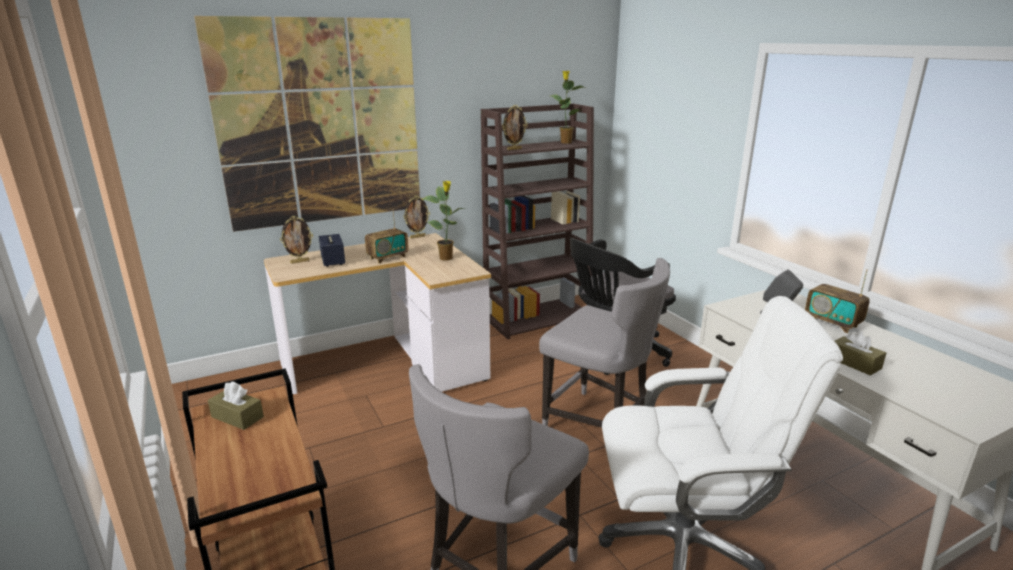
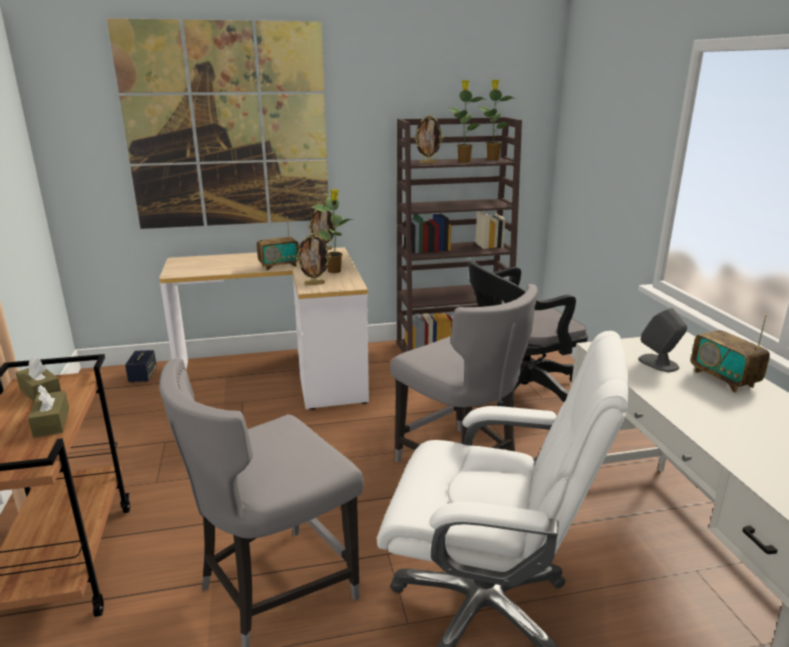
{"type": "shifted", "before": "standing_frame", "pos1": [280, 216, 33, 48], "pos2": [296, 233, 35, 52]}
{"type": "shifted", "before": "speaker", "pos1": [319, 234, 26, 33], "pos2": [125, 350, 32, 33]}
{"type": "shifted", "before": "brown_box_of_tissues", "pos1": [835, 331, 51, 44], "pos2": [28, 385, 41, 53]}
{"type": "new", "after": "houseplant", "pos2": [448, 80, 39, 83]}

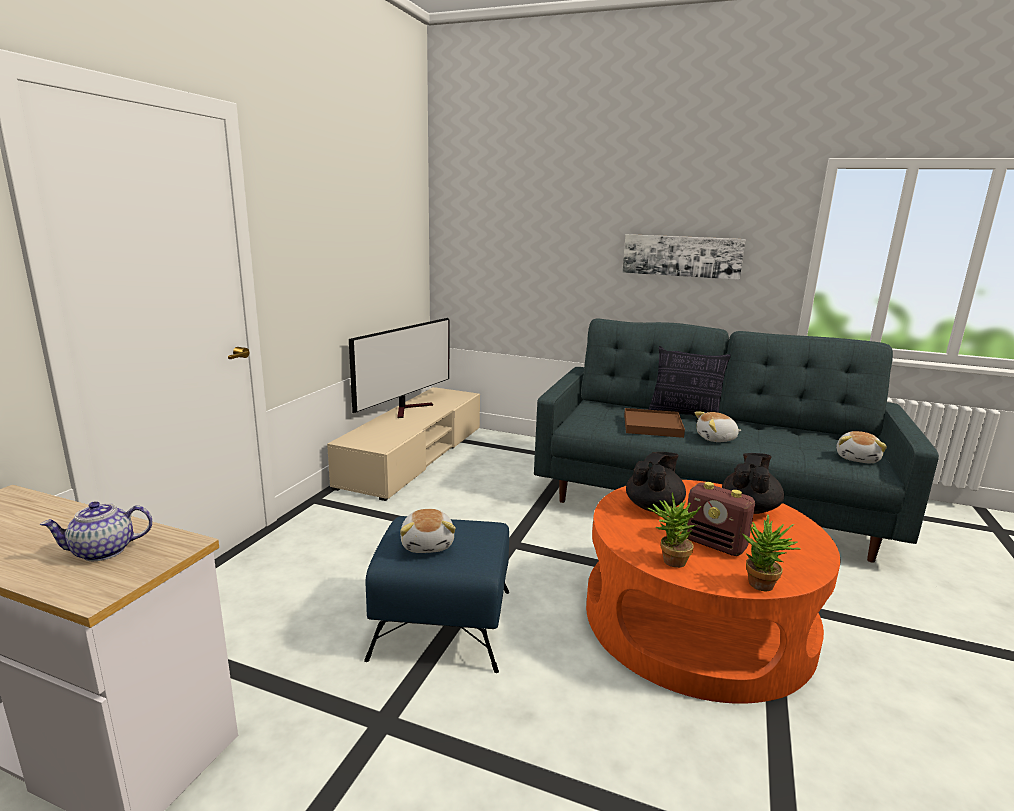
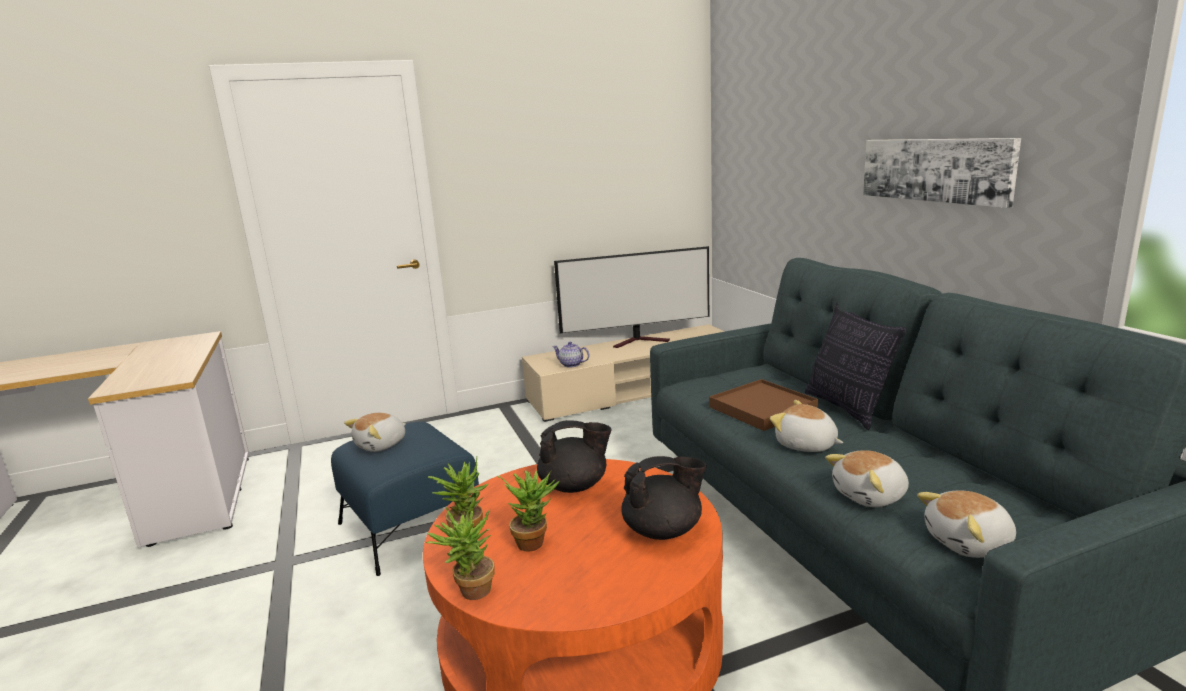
{"type": "shifted", "before": "pot_for_tea", "pos1": [40, 501, 112, 60], "pos2": [552, 342, 37, 26]}
{"type": "swapped", "before": "radio_receiver", "after": "houseplant", "pos1": [687, 482, 68, 74], "pos2": [497, 470, 63, 81]}
{"type": "new", "after": "plush_toy", "pos2": [825, 450, 84, 57]}

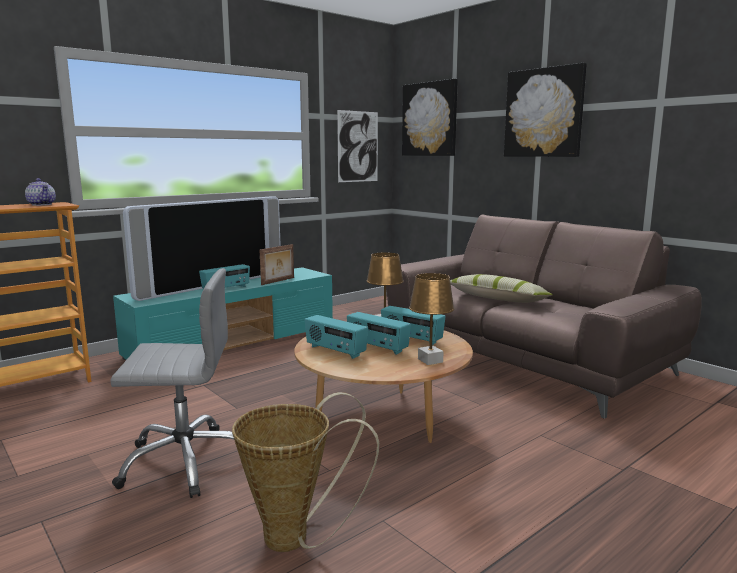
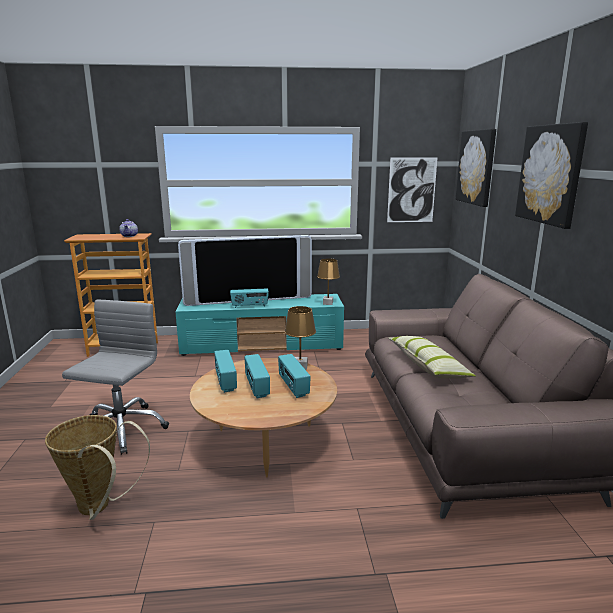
{"type": "rotated", "before": "greyish_office_chair", "pos1": [110, 268, 124, 230], "pos2": [62, 300, 107, 155], "turn": -105}
{"type": "gone", "before": "standing_frame", "pos1": [260, 244, 34, 41]}
{"type": "shifted", "before": "brown_tabletop_lamp", "pos1": [409, 273, 46, 92], "pos2": [317, 258, 23, 47]}

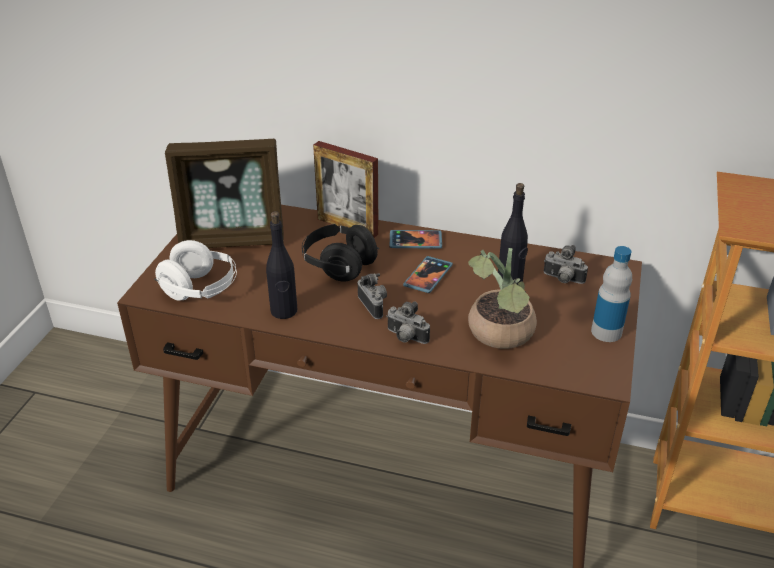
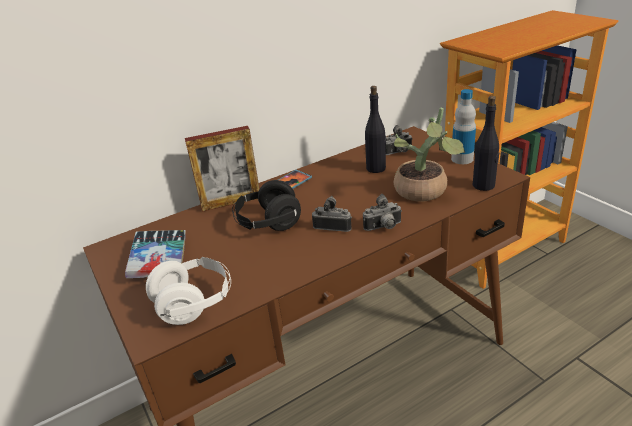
{"type": "swapped", "before": "standing_frame", "after": "book", "pos1": [165, 139, 119, 109], "pos2": [125, 230, 61, 48]}
{"type": "shifted", "before": "blackish_bottle", "pos1": [266, 211, 31, 108], "pos2": [473, 96, 26, 95]}
{"type": "gone", "before": "telephone", "pos1": [403, 256, 50, 37]}

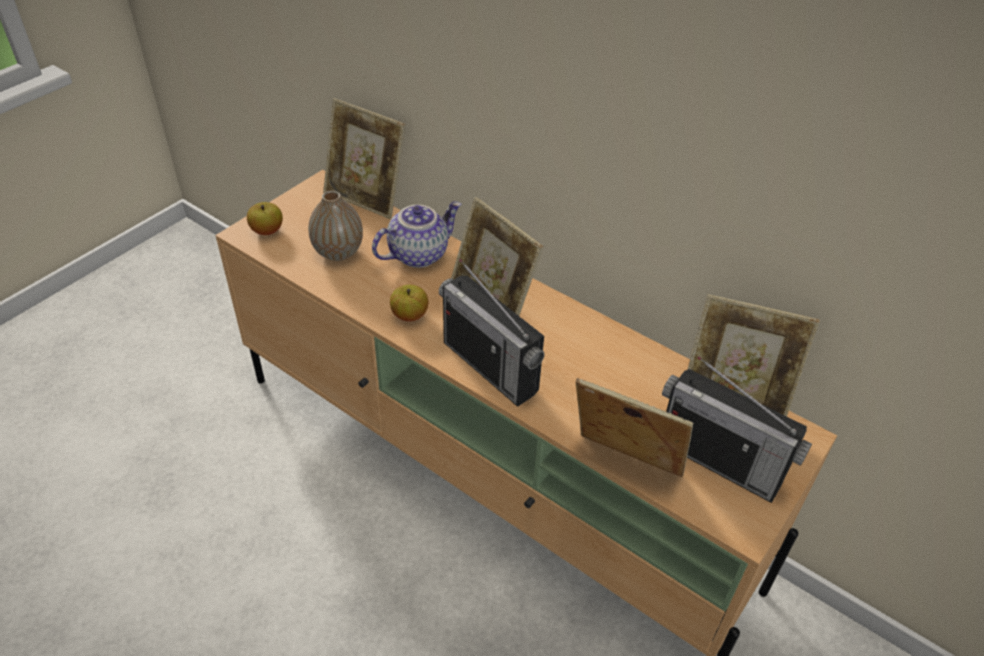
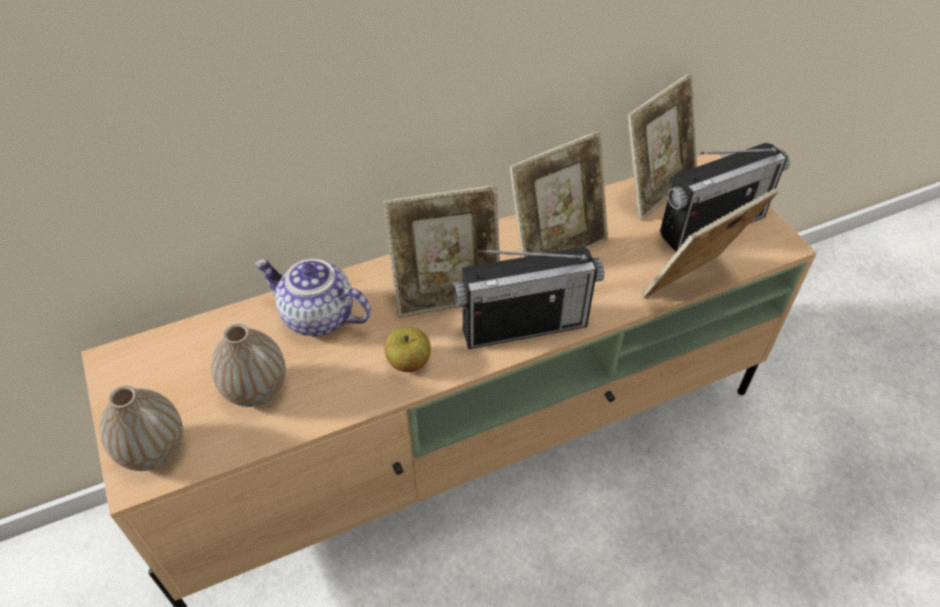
{"type": "swapped", "before": "whole_apple", "after": "vase", "pos1": [247, 202, 36, 33], "pos2": [99, 386, 84, 85]}
{"type": "shifted", "before": "standing_frame", "pos1": [323, 98, 82, 121], "pos2": [509, 131, 99, 126]}
{"type": "rotated", "before": "pot_for_tea", "pos1": [372, 201, 90, 67], "pos2": [255, 259, 116, 77], "turn": -60}

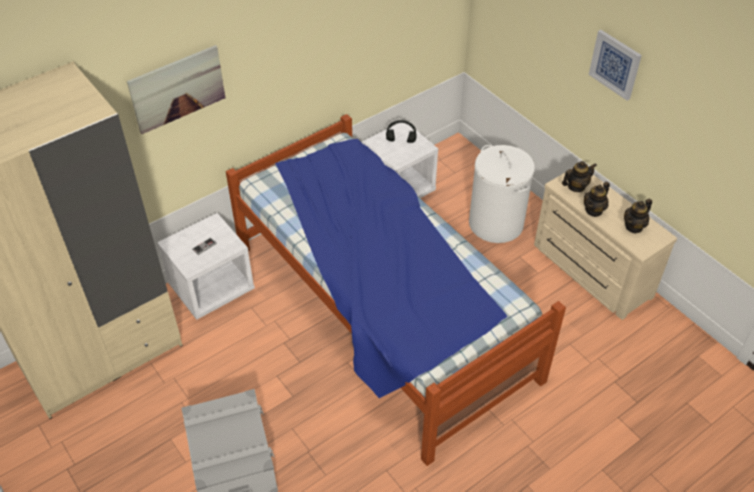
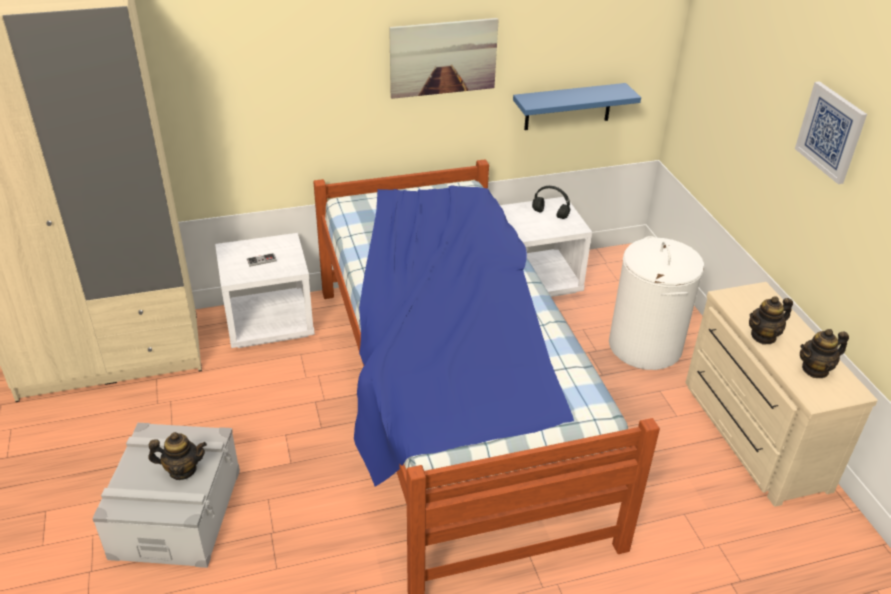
{"type": "shifted", "before": "picture", "pos1": [127, 45, 98, 89], "pos2": [389, 18, 110, 81]}
{"type": "shifted", "before": "pot_for_tea", "pos1": [562, 161, 34, 31], "pos2": [149, 432, 58, 48]}
{"type": "new", "after": "bluish_shelf", "pos2": [513, 83, 128, 47]}

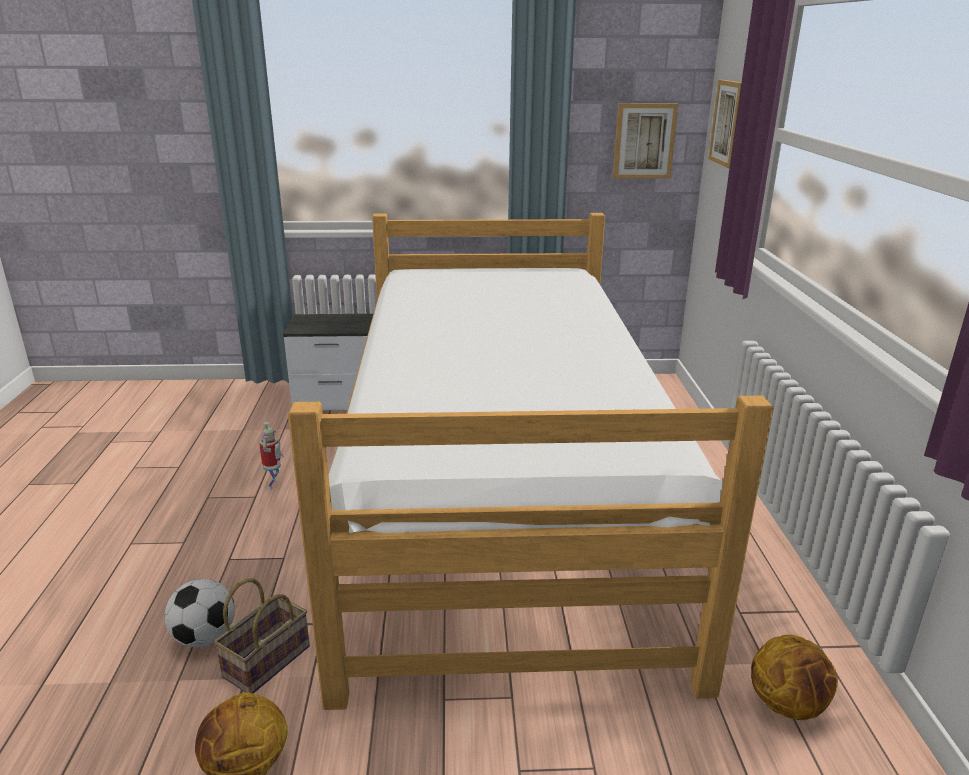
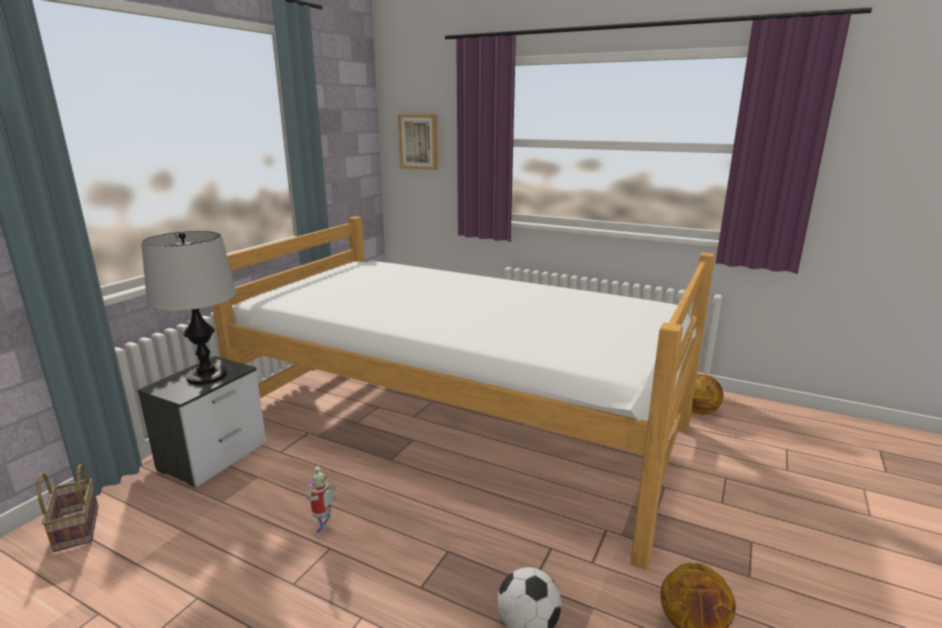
{"type": "shifted", "before": "basket", "pos1": [214, 578, 96, 116], "pos2": [37, 464, 61, 88]}
{"type": "rotated", "before": "model_robot", "pos1": [259, 422, 24, 67], "pos2": [307, 466, 30, 70], "turn": 75}
{"type": "gone", "before": "picture", "pos1": [613, 103, 66, 76]}
{"type": "new", "after": "tabletop_lamp", "pos2": [141, 231, 95, 154]}

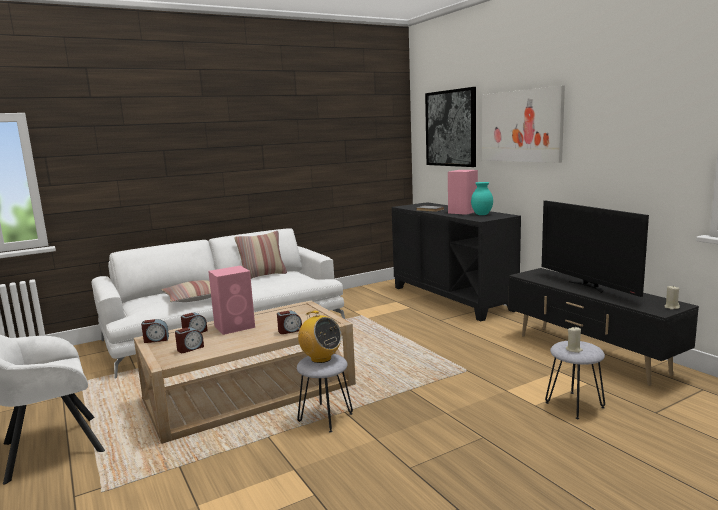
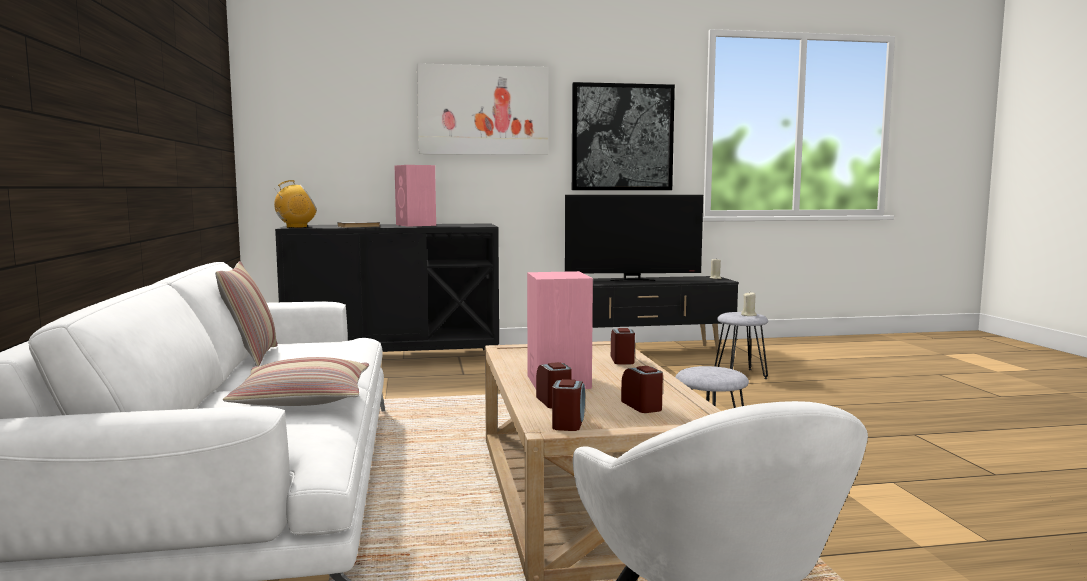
{"type": "shifted", "before": "radio_receiver", "pos1": [295, 311, 47, 52], "pos2": [274, 180, 43, 48]}
{"type": "shifted", "before": "picture", "pos1": [425, 87, 51, 80], "pos2": [572, 82, 103, 108]}
{"type": "gone", "before": "turquoise_vase", "pos1": [471, 182, 22, 33]}

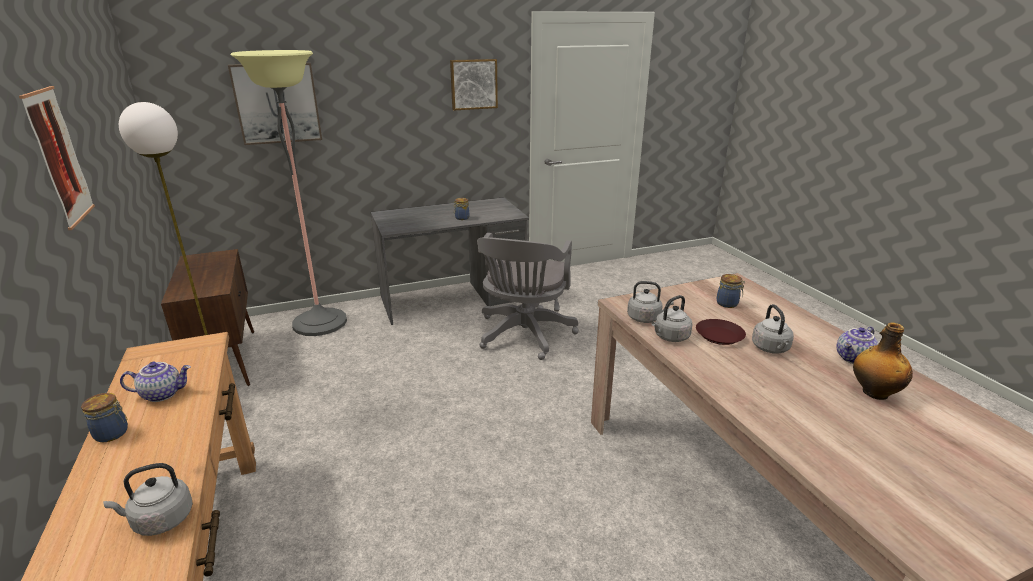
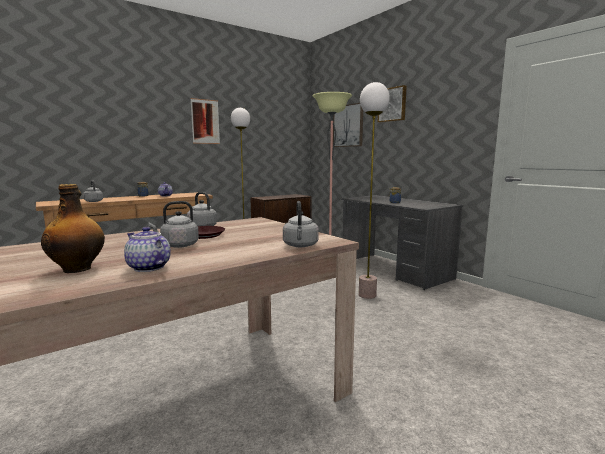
{"type": "shifted", "before": "picture", "pos1": [450, 59, 48, 51], "pos2": [378, 85, 29, 38]}
{"type": "swapped", "before": "greyish_office_chair", "after": "standard_lamp", "pos1": [477, 233, 102, 127], "pos2": [359, 82, 31, 217]}
{"type": "shifted", "before": "greyish_tea_kettle", "pos1": [627, 281, 47, 42], "pos2": [283, 201, 36, 46]}
{"type": "gone", "before": "jar", "pos1": [717, 274, 28, 34]}

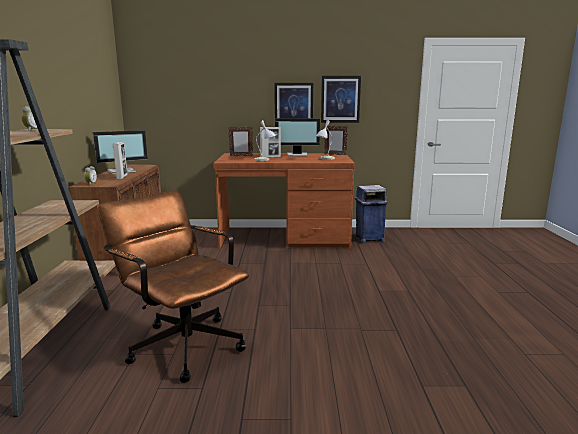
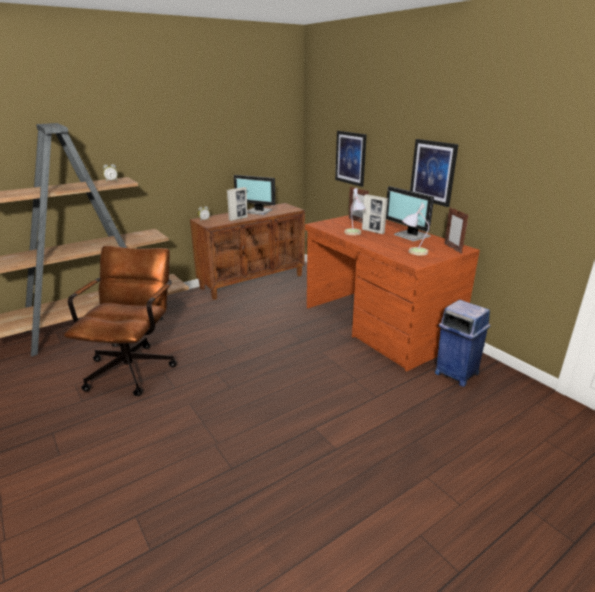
{"type": "shifted", "before": "picture", "pos1": [321, 76, 40, 47], "pos2": [335, 131, 32, 56]}

